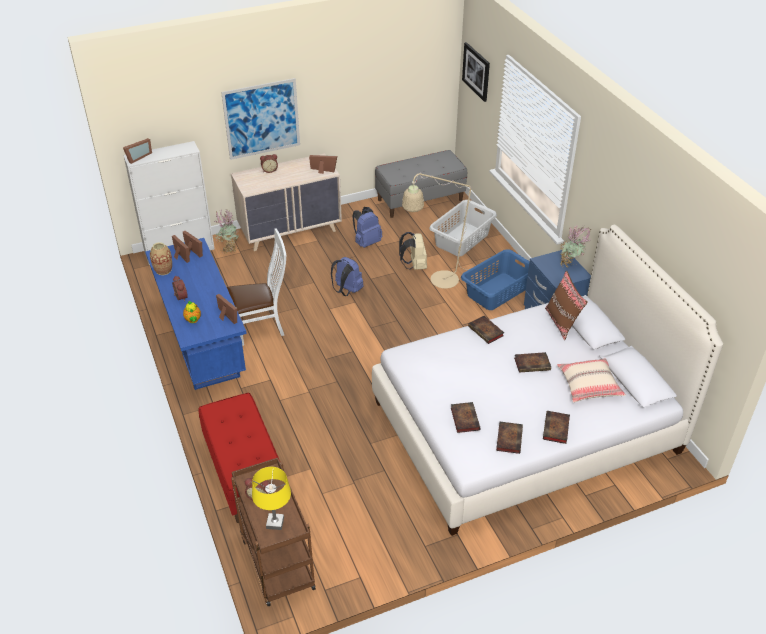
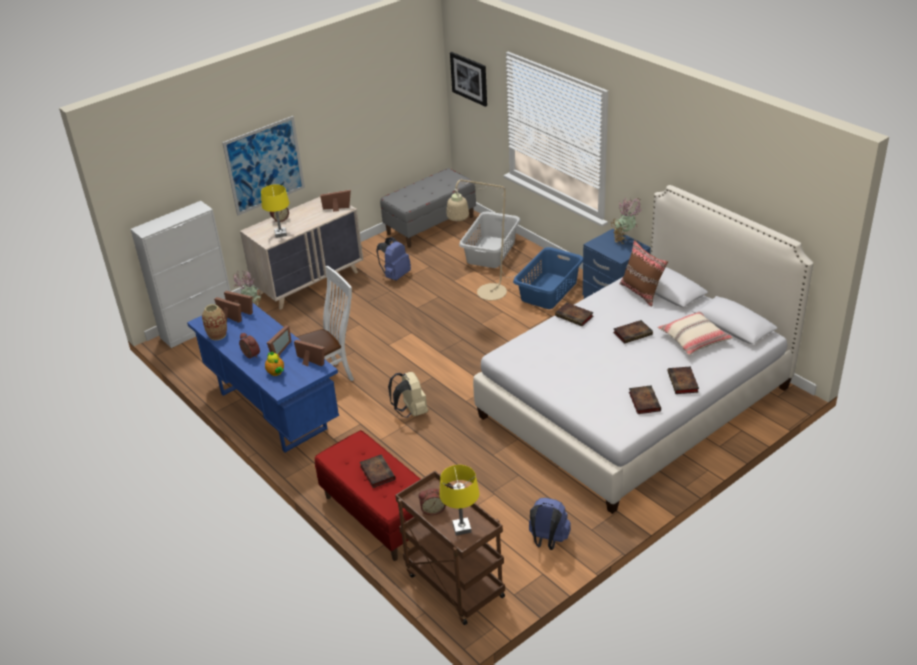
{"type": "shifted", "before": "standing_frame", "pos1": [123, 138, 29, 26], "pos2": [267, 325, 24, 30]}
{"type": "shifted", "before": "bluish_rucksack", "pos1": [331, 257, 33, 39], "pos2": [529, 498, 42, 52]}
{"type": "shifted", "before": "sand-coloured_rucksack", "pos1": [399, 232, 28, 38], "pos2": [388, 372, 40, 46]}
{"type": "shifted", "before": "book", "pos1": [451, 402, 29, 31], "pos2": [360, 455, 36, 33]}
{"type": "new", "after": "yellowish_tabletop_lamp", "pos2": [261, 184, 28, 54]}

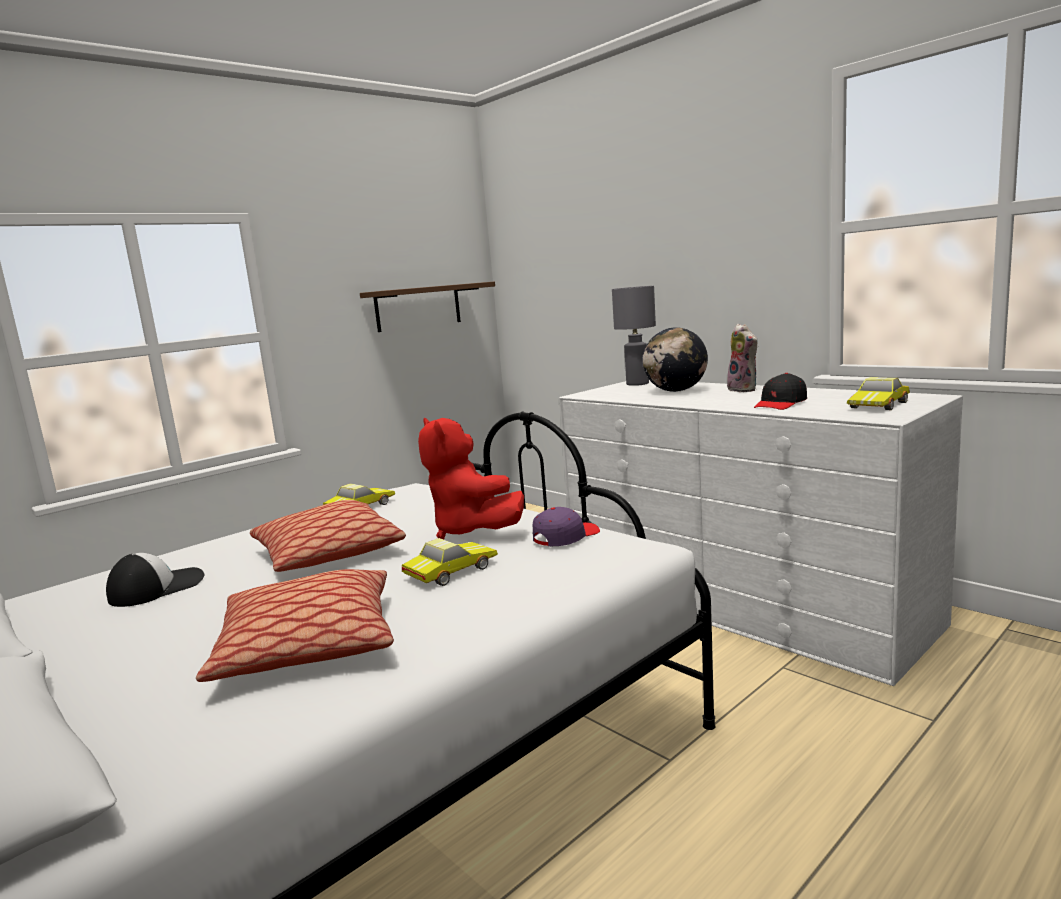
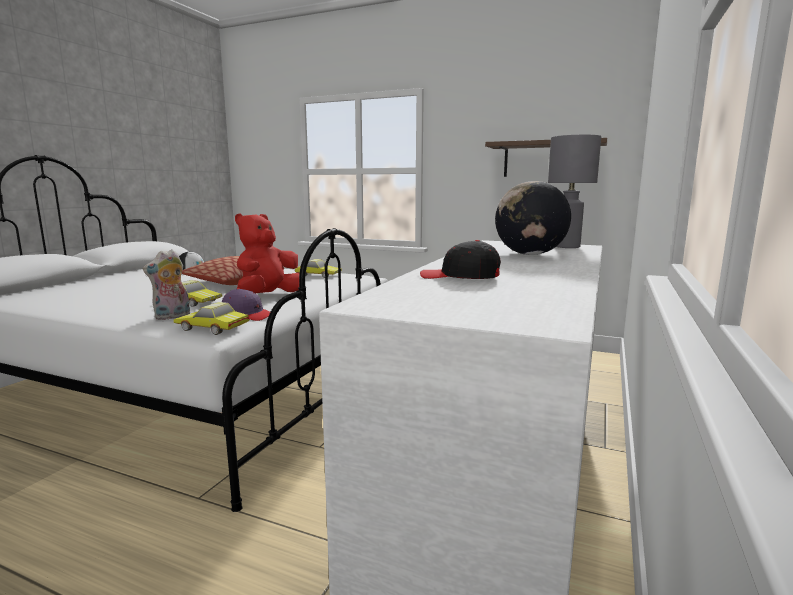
{"type": "gone", "before": "pillow", "pos1": [196, 569, 198, 113]}
{"type": "shifted", "before": "plush_toy", "pos1": [727, 324, 31, 68], "pos2": [143, 249, 47, 71]}
{"type": "shifted", "before": "toy_car", "pos1": [847, 377, 63, 33], "pos2": [173, 302, 76, 33]}

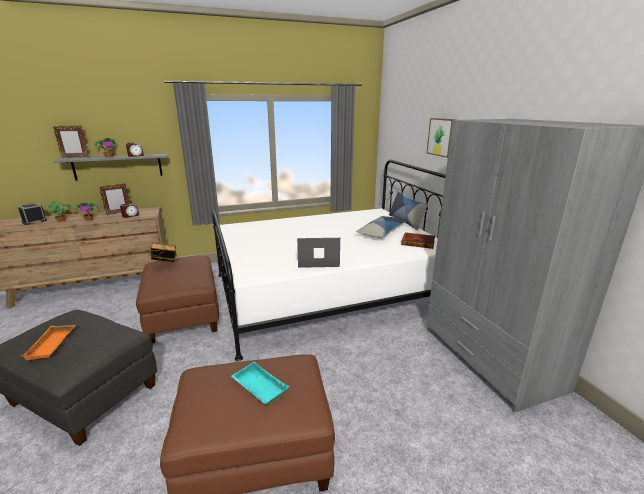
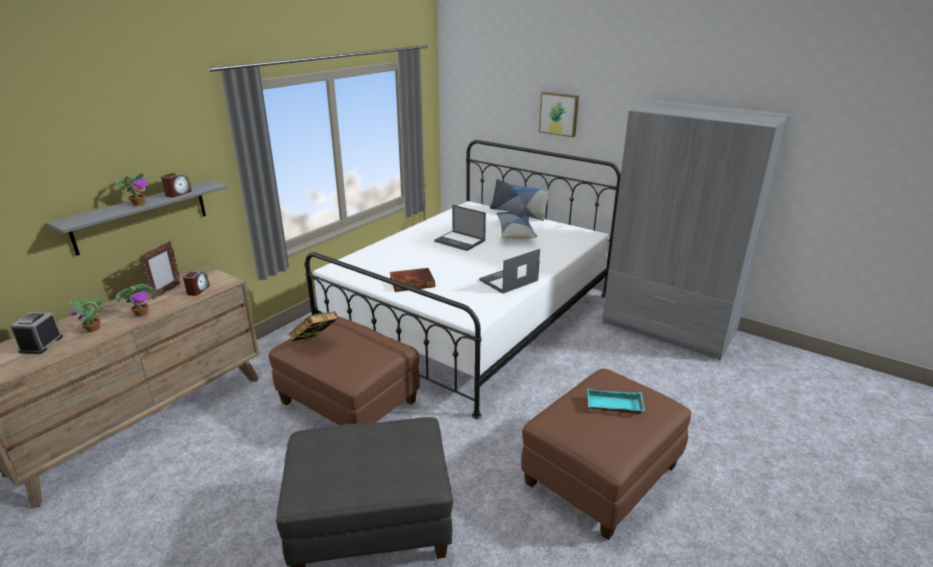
{"type": "gone", "before": "orangey_tray", "pos1": [22, 325, 53, 35]}
{"type": "gone", "before": "standing_frame", "pos1": [53, 125, 36, 33]}
{"type": "shifted", "before": "book", "pos1": [401, 232, 34, 17], "pos2": [390, 268, 45, 24]}
{"type": "new", "after": "notebook_computer", "pos2": [434, 205, 52, 46]}

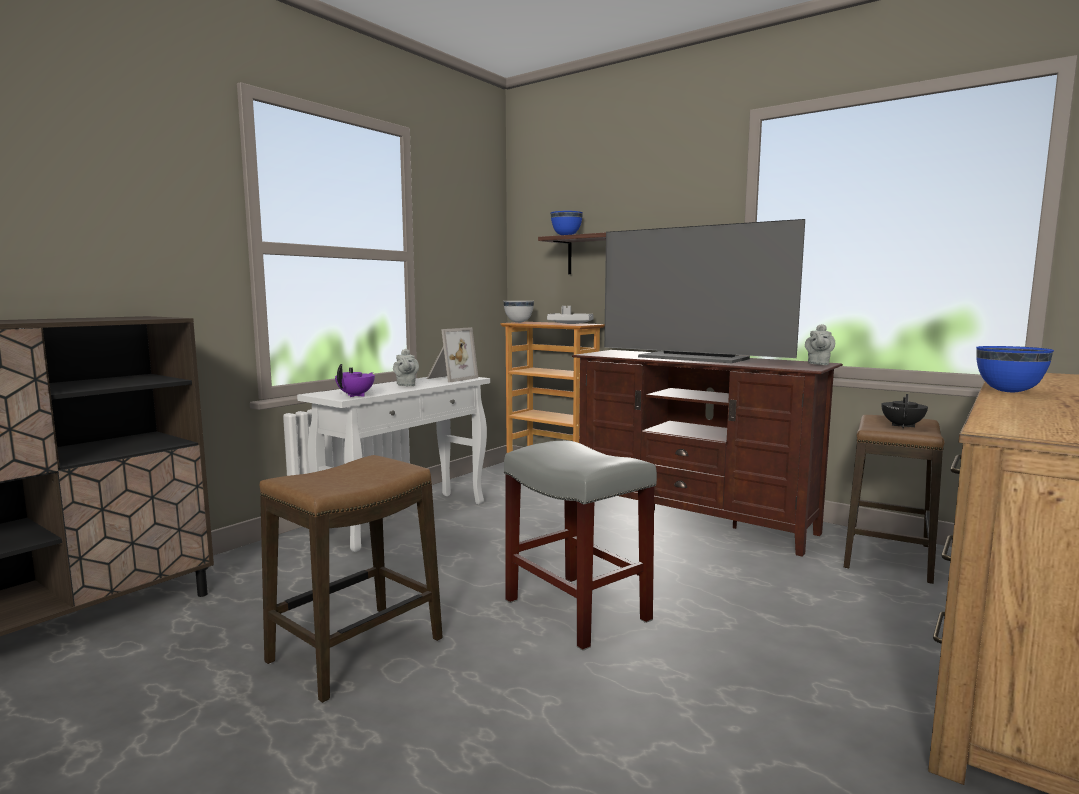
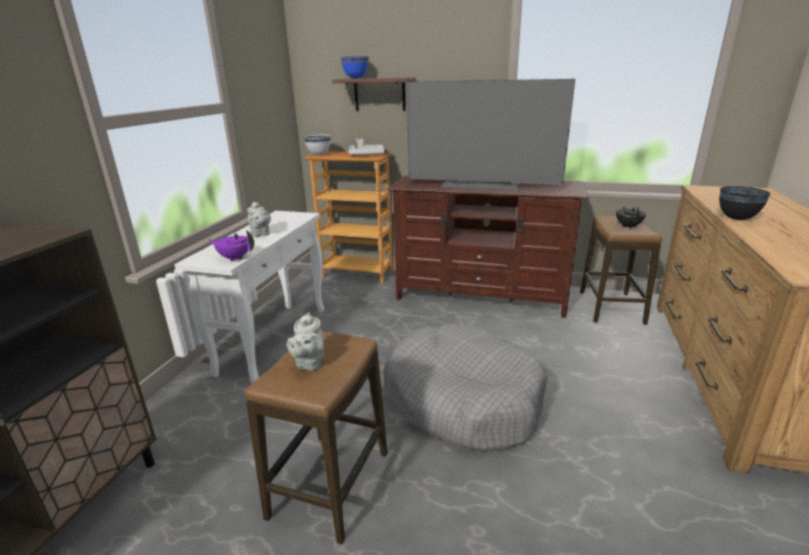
{"type": "rotated", "before": "purplish_pot_for_tea", "pos1": [335, 364, 40, 33], "pos2": [209, 231, 45, 30], "turn": -75}
{"type": "gone", "before": "standing_frame", "pos1": [427, 327, 51, 55]}
{"type": "swapped", "before": "greyish_stool_seat", "after": "greyish_dog_cushion", "pos1": [504, 441, 153, 210], "pos2": [383, 324, 165, 128]}
{"type": "shifted", "before": "greyish_pot_for_tea", "pos1": [805, 324, 30, 41], "pos2": [287, 312, 37, 59]}
{"type": "repainted", "before": "bluish_deep_dish", "after": "blackish_deep_dish", "pos1": [976, 346, 78, 46], "pos2": [719, 186, 52, 34]}

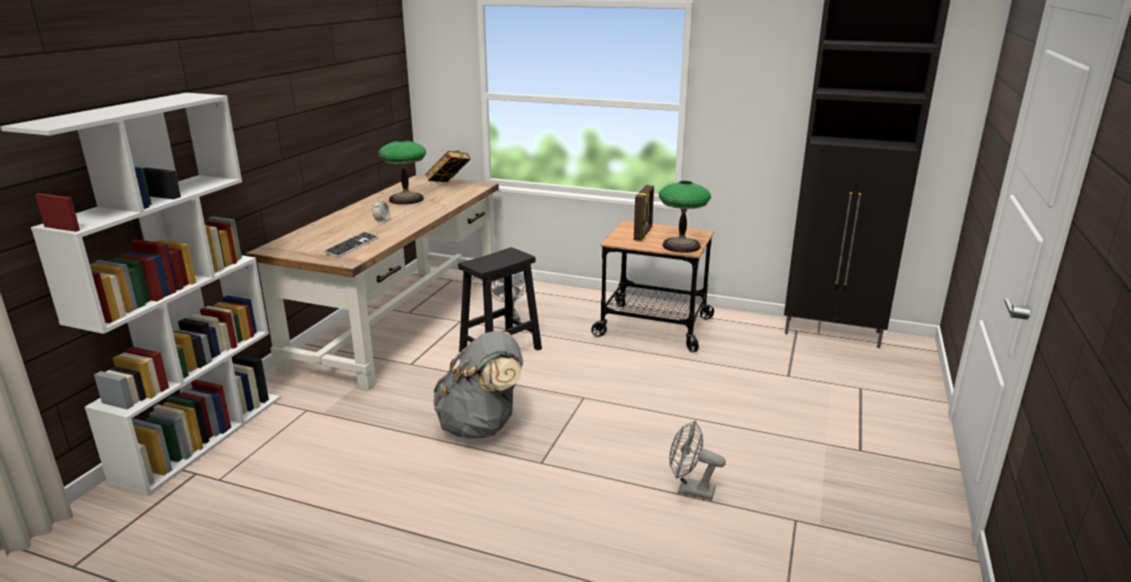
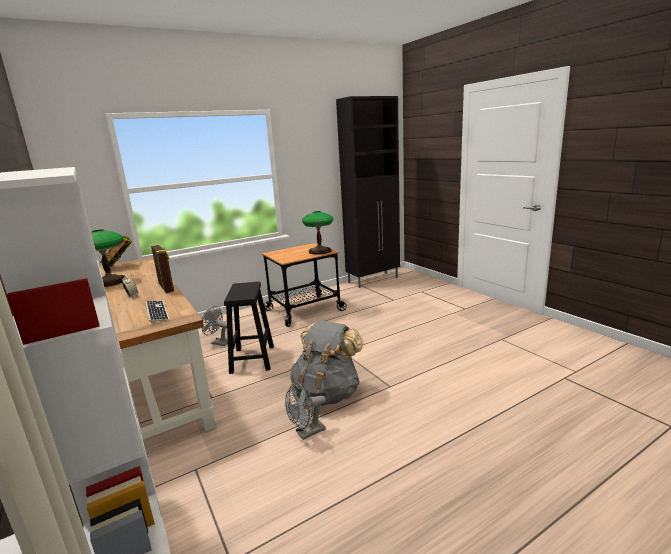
{"type": "shifted", "before": "standing_frame", "pos1": [634, 185, 20, 56], "pos2": [151, 245, 23, 48]}
{"type": "shifted", "before": "greyish_fan", "pos1": [669, 420, 57, 80], "pos2": [285, 382, 41, 58]}

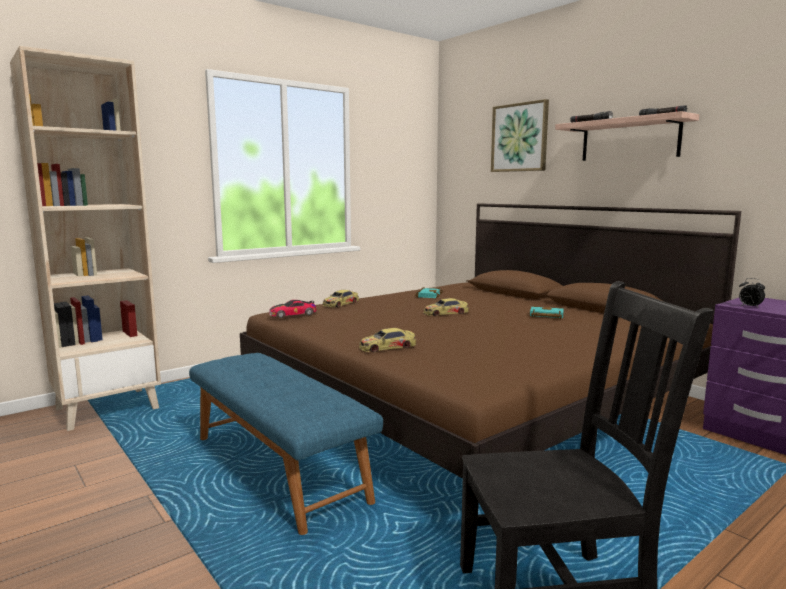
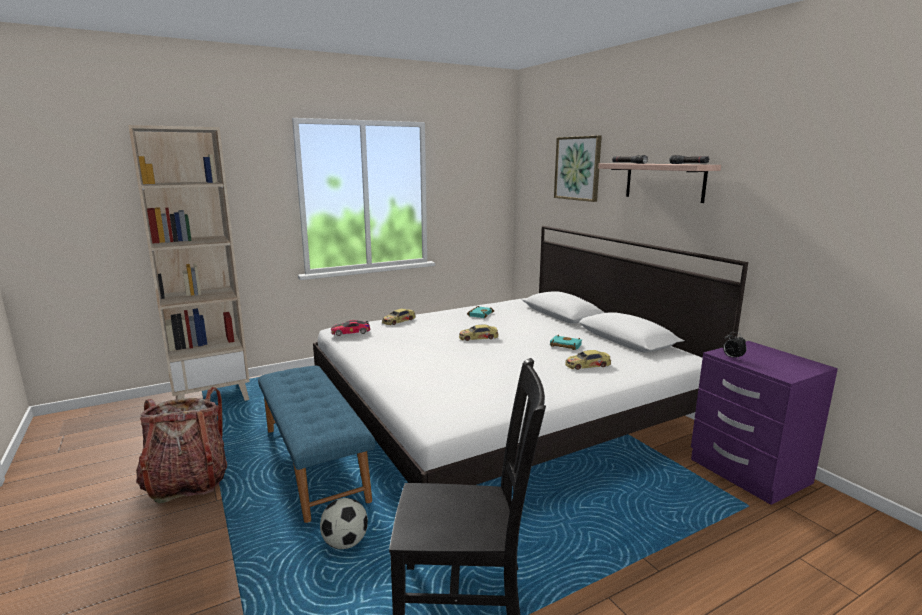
{"type": "repainted", "before": "brown_bed", "after": "white-coloured_bed", "pos1": [240, 203, 501, 276], "pos2": [313, 226, 435, 259]}
{"type": "shifted", "before": "toy_car", "pos1": [359, 328, 57, 24], "pos2": [565, 350, 46, 20]}
{"type": "new", "after": "rucksack", "pos2": [136, 387, 91, 116]}
{"type": "new", "after": "football_ball", "pos2": [320, 498, 48, 51]}

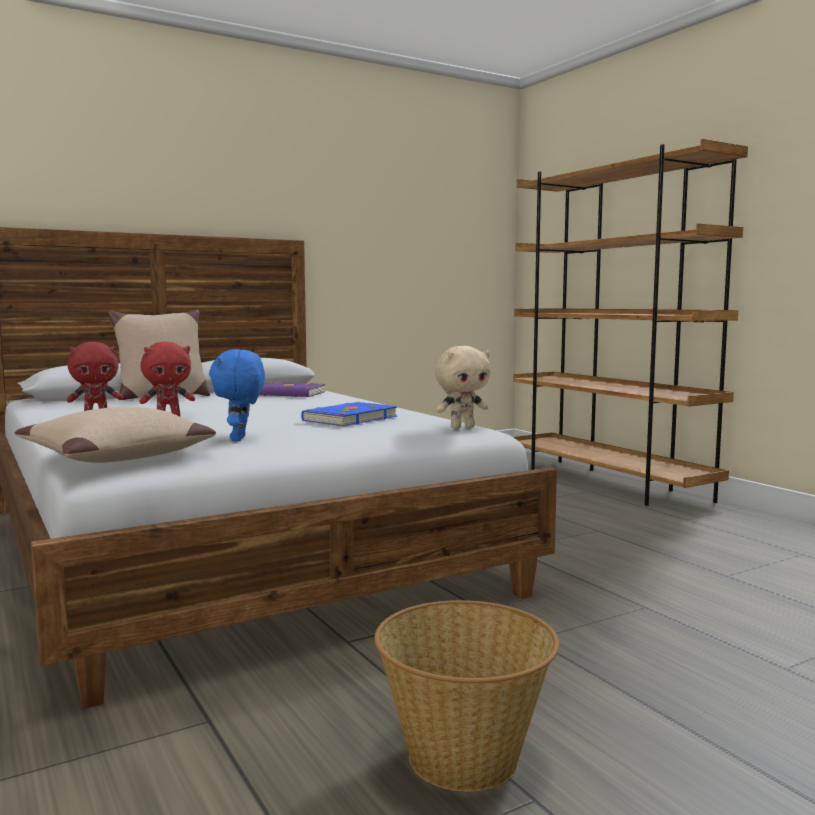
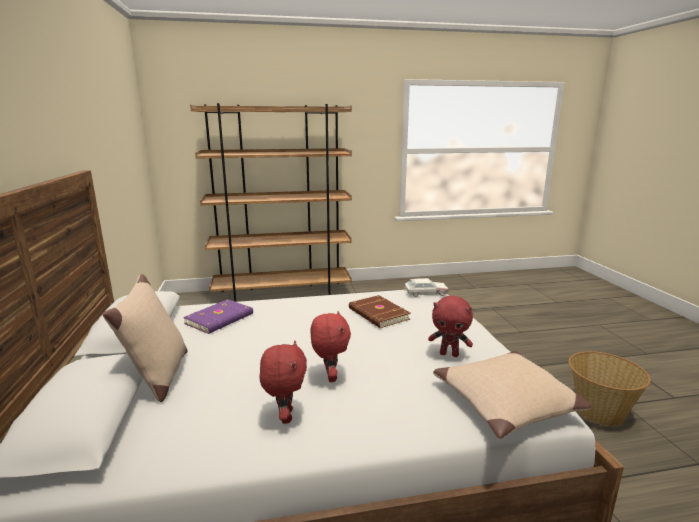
{"type": "repainted", "before": "bluish_plush_toy", "after": "red_plush_toy", "pos1": [209, 349, 56, 92], "pos2": [428, 296, 45, 61]}
{"type": "repainted", "before": "bluish_book", "after": "brown_book", "pos1": [301, 402, 97, 24], "pos2": [349, 295, 62, 33]}
{"type": "swapped", "before": "sand-coloured_plush_toy", "after": "toy_car", "pos1": [435, 346, 55, 83], "pos2": [404, 278, 45, 19]}

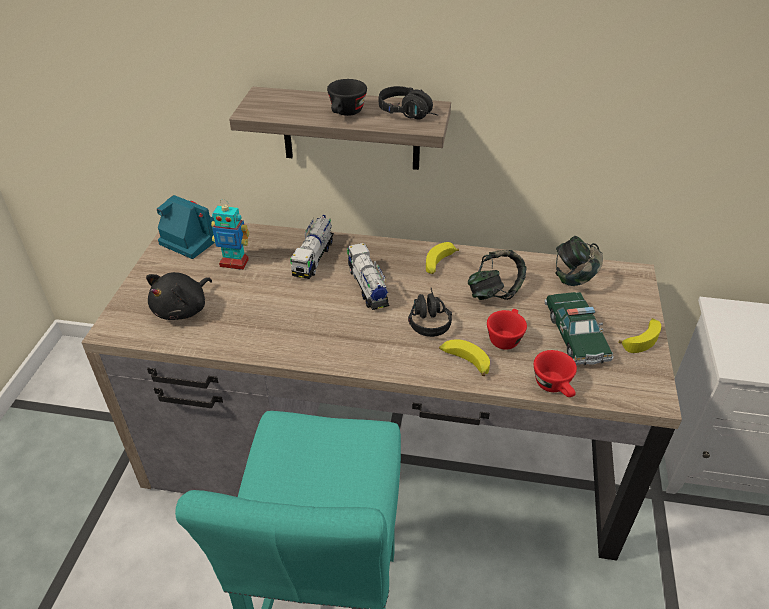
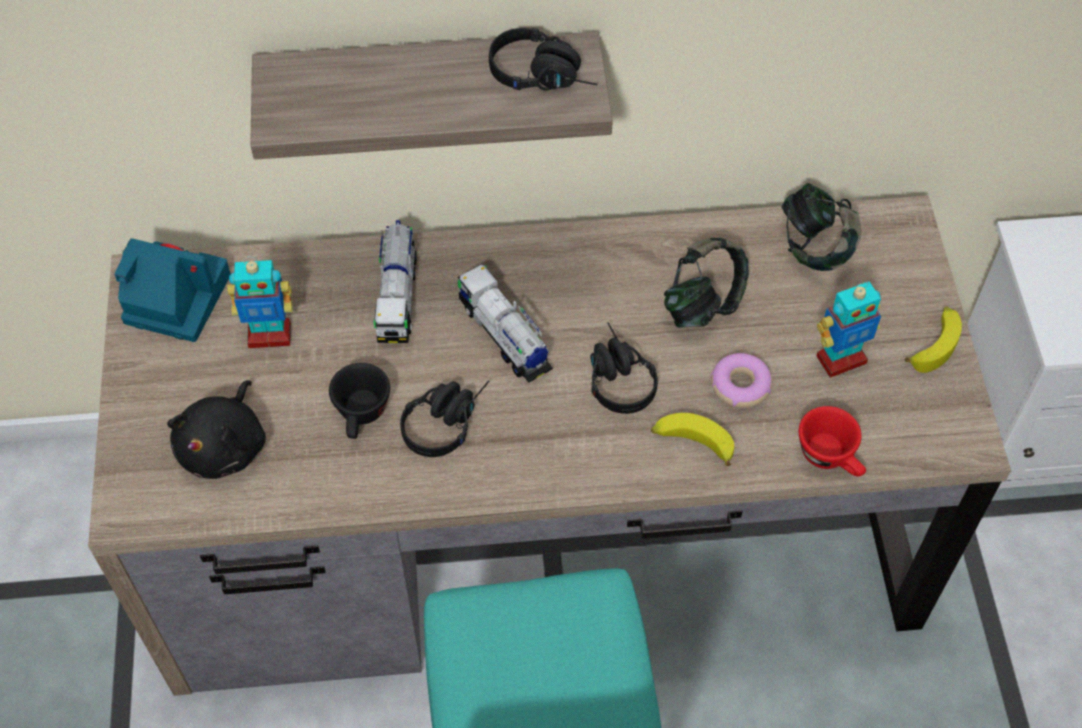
{"type": "shifted", "before": "blackish_small_cup", "pos1": [327, 79, 40, 37], "pos2": [329, 363, 61, 76]}
{"type": "gone", "before": "banana_fruit", "pos1": [426, 242, 33, 32]}
{"type": "swapped", "before": "red_small_cup", "after": "ring_doughnut", "pos1": [487, 309, 40, 41], "pos2": [710, 353, 62, 55]}
{"type": "swapped", "before": "toy_car", "after": "model_robot", "pos1": [544, 292, 70, 73], "pos2": [817, 281, 64, 97]}
{"type": "new", "after": "blackish_pair_of_headphones", "pos2": [400, 380, 90, 77]}

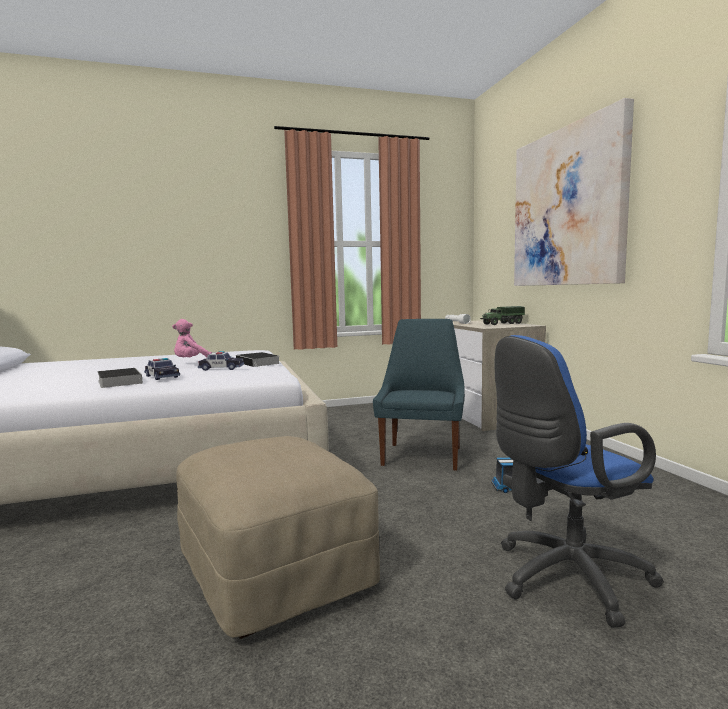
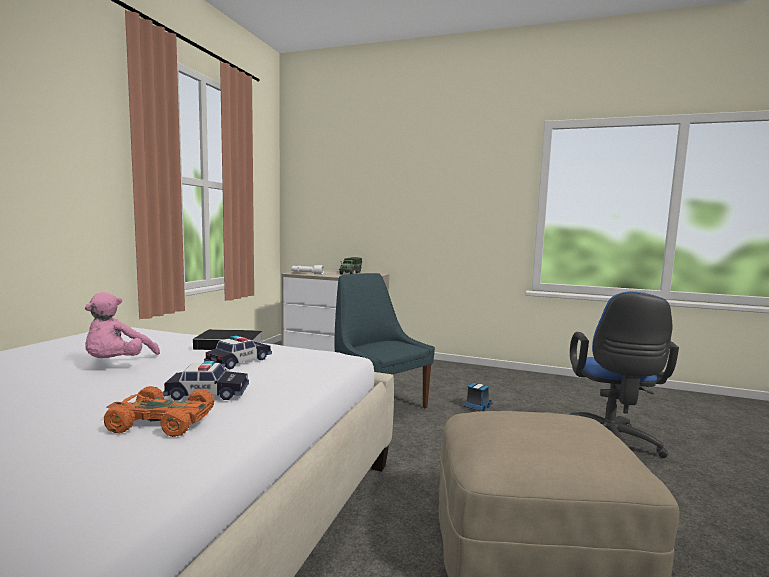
{"type": "swapped", "before": "book", "after": "orangey_toy_car", "pos1": [97, 368, 46, 20], "pos2": [104, 386, 110, 51]}
{"type": "gone", "before": "picture", "pos1": [514, 98, 120, 188]}

